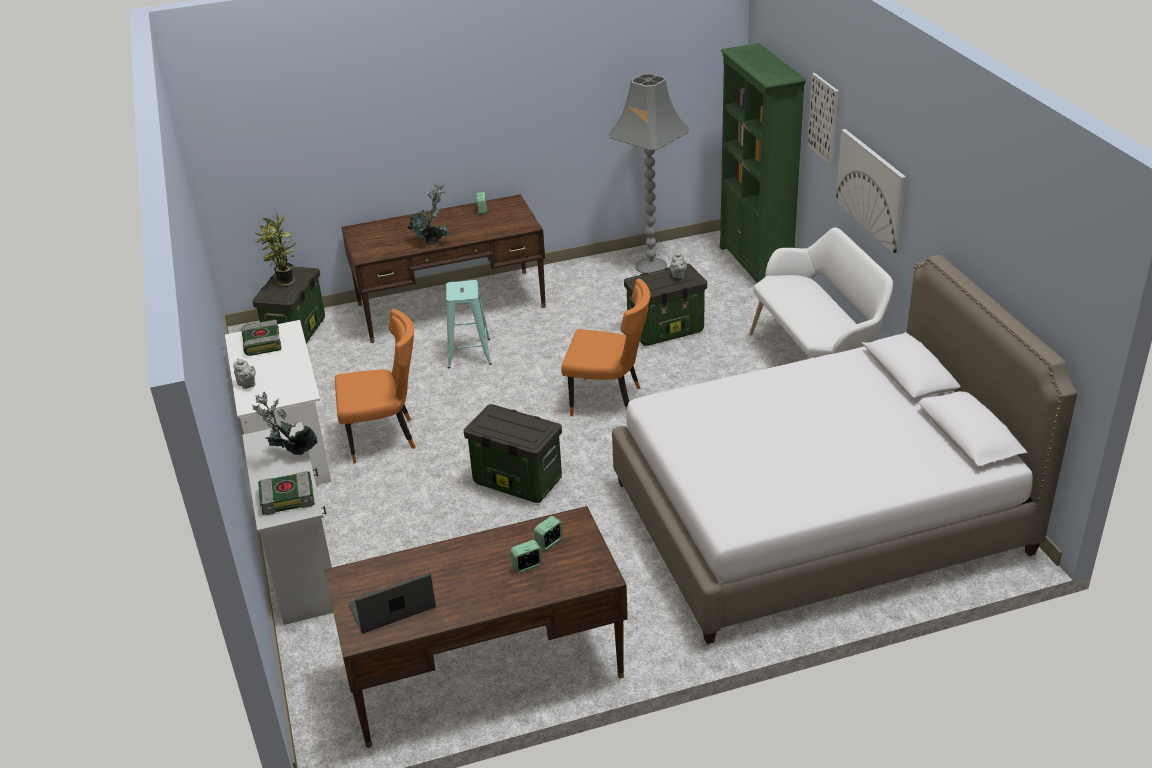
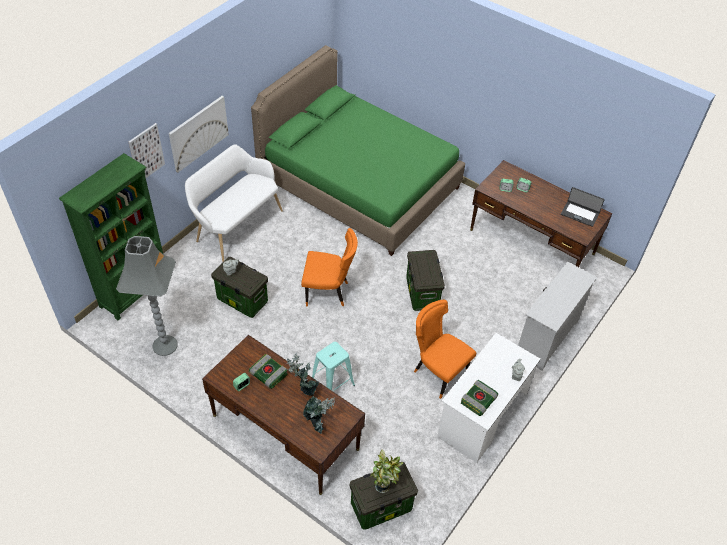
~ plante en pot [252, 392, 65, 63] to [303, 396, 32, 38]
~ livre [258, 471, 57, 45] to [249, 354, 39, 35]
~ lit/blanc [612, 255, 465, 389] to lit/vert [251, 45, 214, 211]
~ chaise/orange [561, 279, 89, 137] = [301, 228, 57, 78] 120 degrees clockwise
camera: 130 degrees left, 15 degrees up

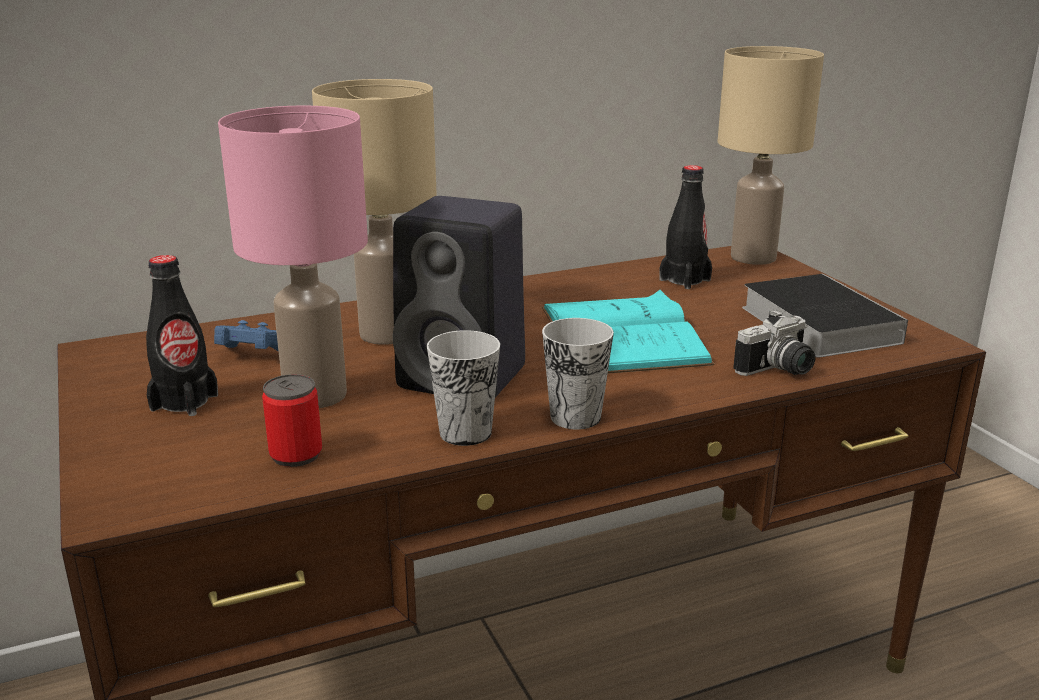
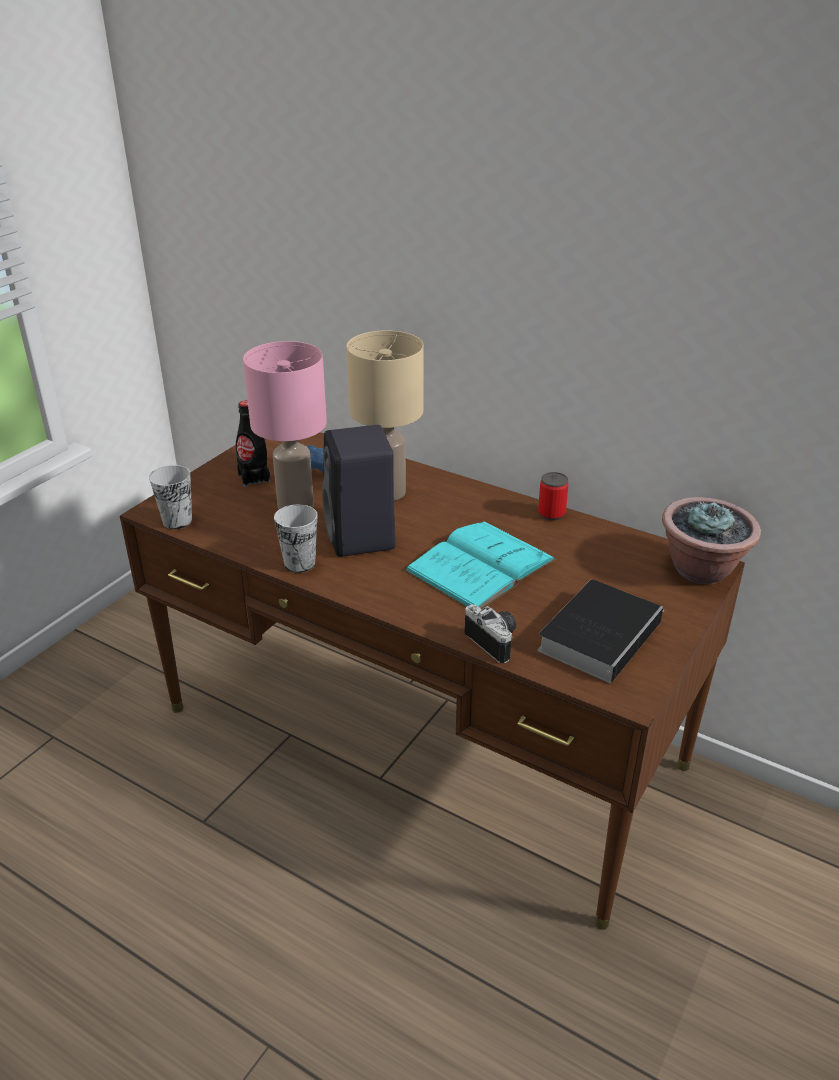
- bouteille/noir [659, 165, 53, 124]
~ boîte métallique [262, 374, 60, 93] to [538, 472, 31, 49]
~ tasse [542, 318, 72, 111] to [149, 465, 43, 64]
~ lampe de table/beige [718, 46, 106, 219] to plante en pot [662, 497, 99, 87]
~ appareil photo [733, 310, 83, 66] = [464, 604, 52, 60] 150 degrees counterclockwise
camera: 55 degrees right, 10 degrees up

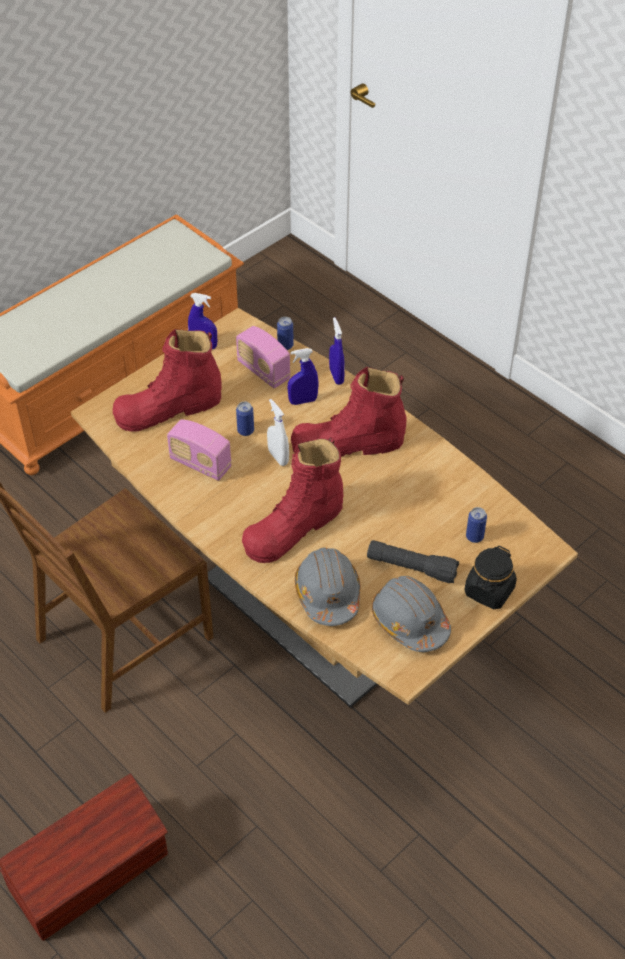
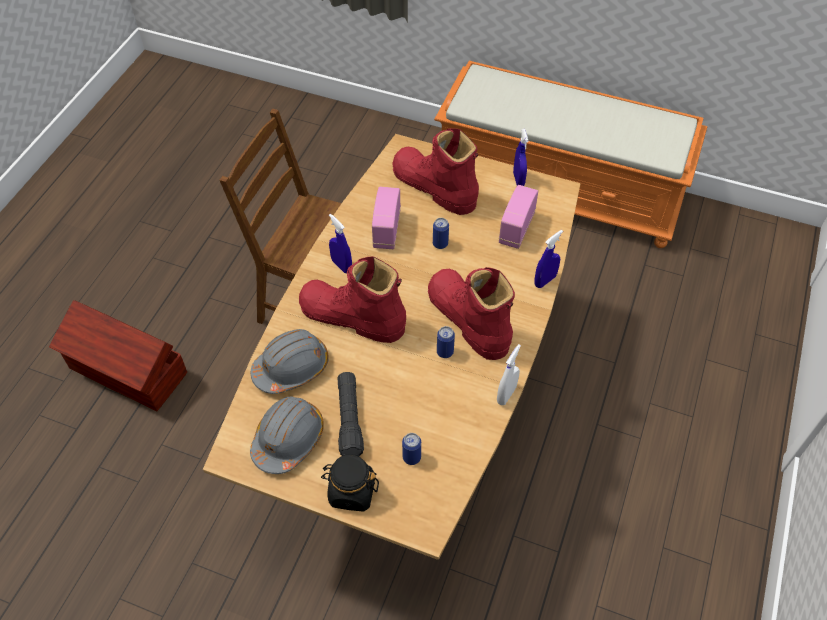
~ vaporisateur/blanc [267, 399, 22, 67] to [497, 344, 24, 61]
~ boîte métallique [277, 317, 17, 33] to [437, 326, 18, 32]
~ vaporisateur/bleu [288, 348, 31, 57] to [329, 214, 23, 59]
camera: 65 degrees right, 5 degrees up

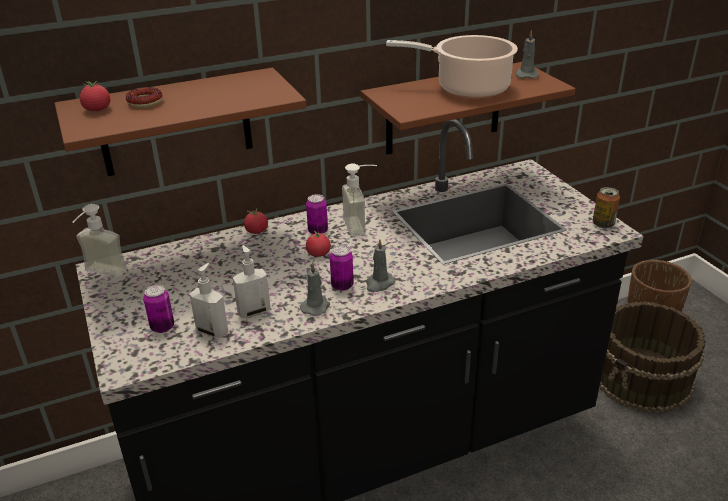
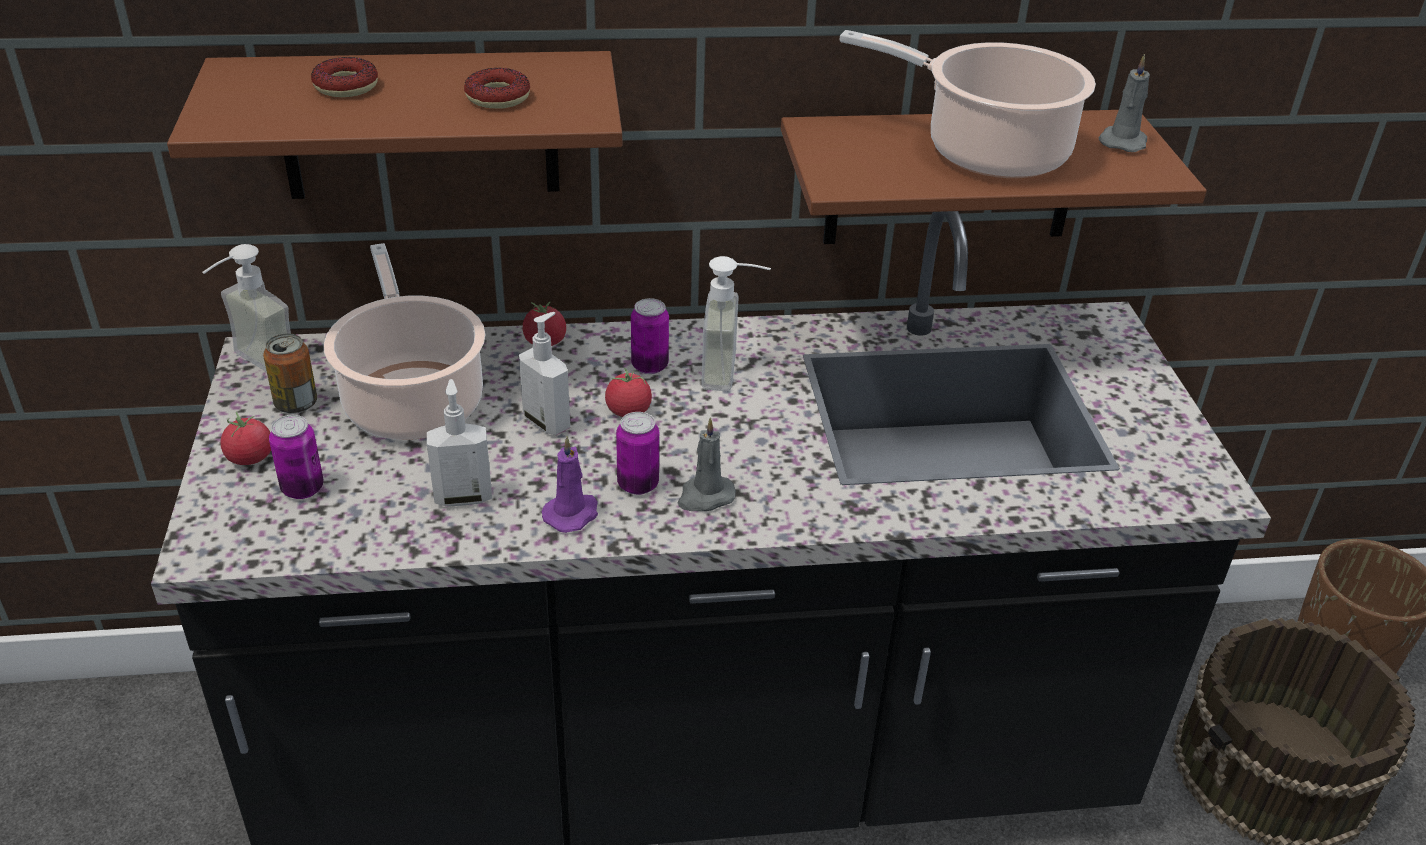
+ marmite [324, 243, 161, 197]
+ beignet [464, 68, 66, 41]
~ tomate [80, 81, 30, 30] to [221, 412, 50, 53]
~ distributeur de savon [190, 263, 38, 75] to [519, 312, 51, 123]
~ boîte métallique [593, 187, 27, 41] to [263, 333, 54, 81]
~ bougie/gris [300, 262, 30, 54] to bougie/violet [541, 436, 57, 97]
camera: 15 degrees right, 5 degrees up

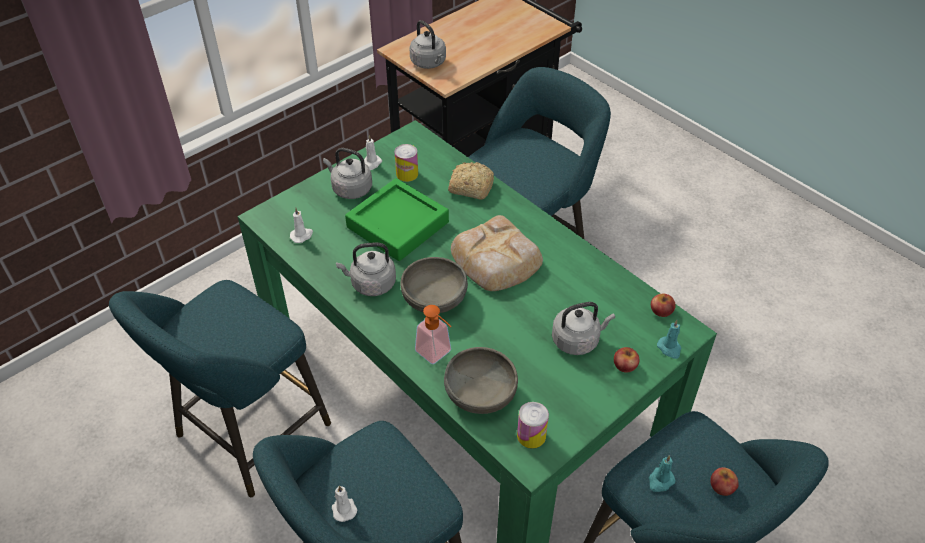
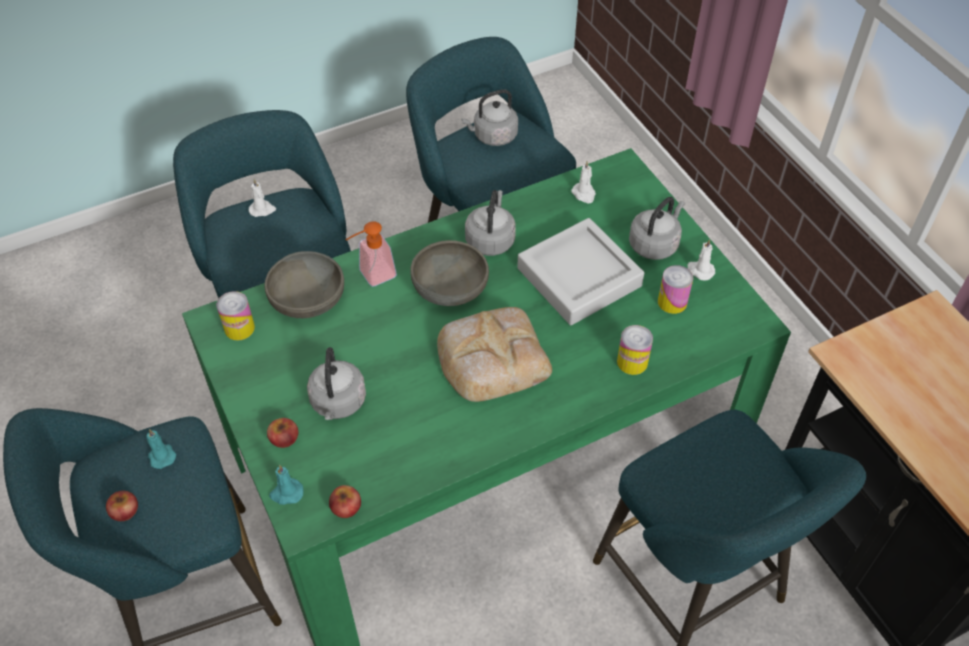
~ bouilloire/gris [409, 20, 37, 49] to [461, 89, 57, 57]
~ pain [448, 162, 46, 38] to boîte métallique [617, 325, 36, 50]
~ plateau/vert [345, 178, 104, 83] to plateau/gris [517, 218, 127, 107]
camera: 105 degrees right, 5 degrees up

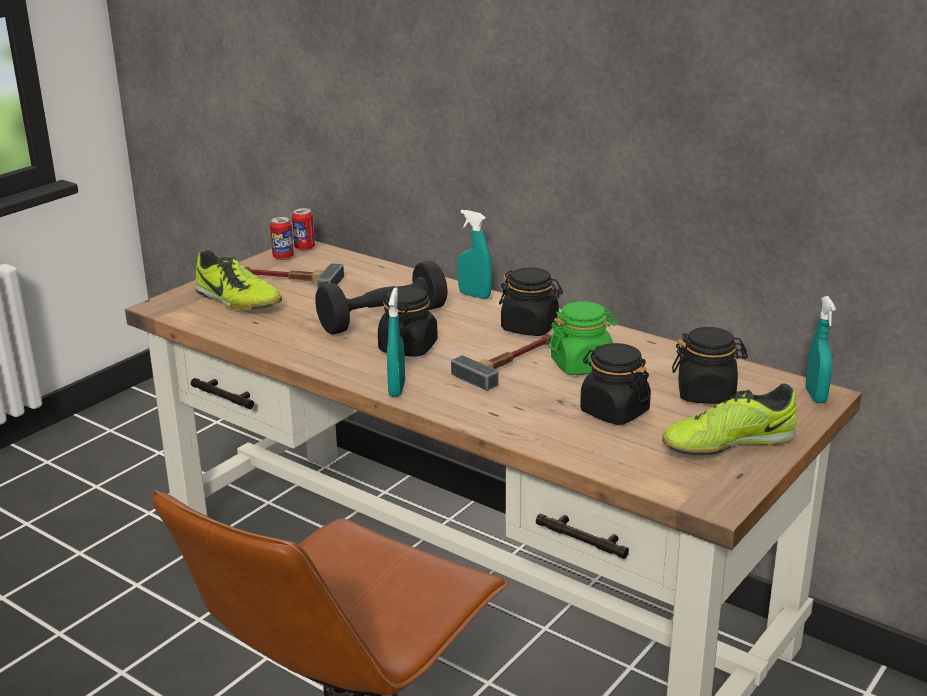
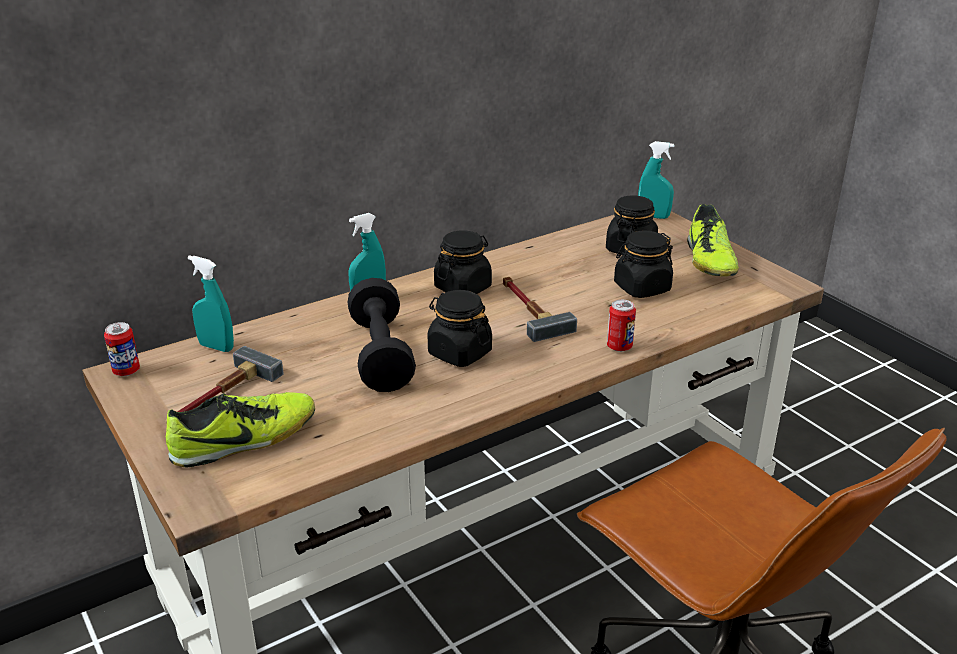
- bocal/vert [549, 301, 69, 74]
~ boîte métallique [270, 217, 24, 43] to [607, 300, 29, 52]
~ vaporisateur/turquoise [387, 287, 18, 110] to [188, 255, 46, 97]
camera: 70 degrees left, 5 degrees up

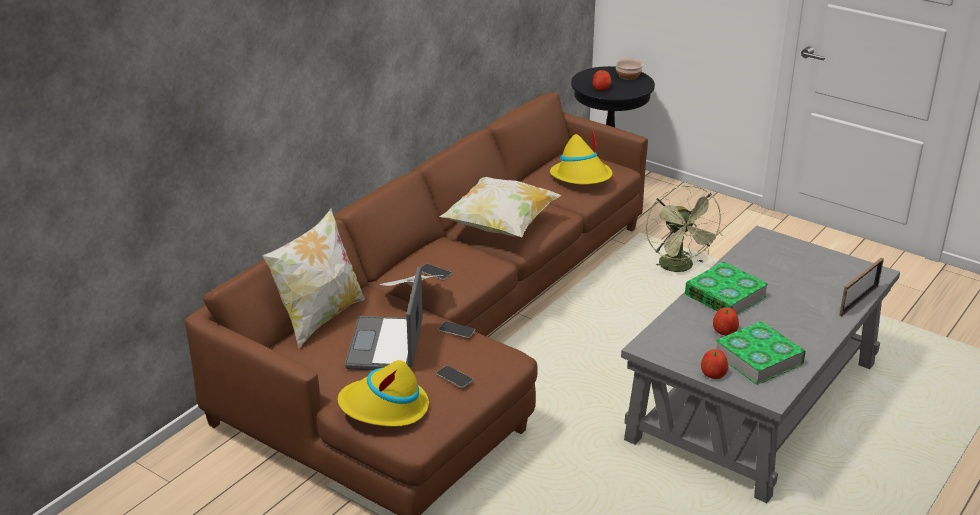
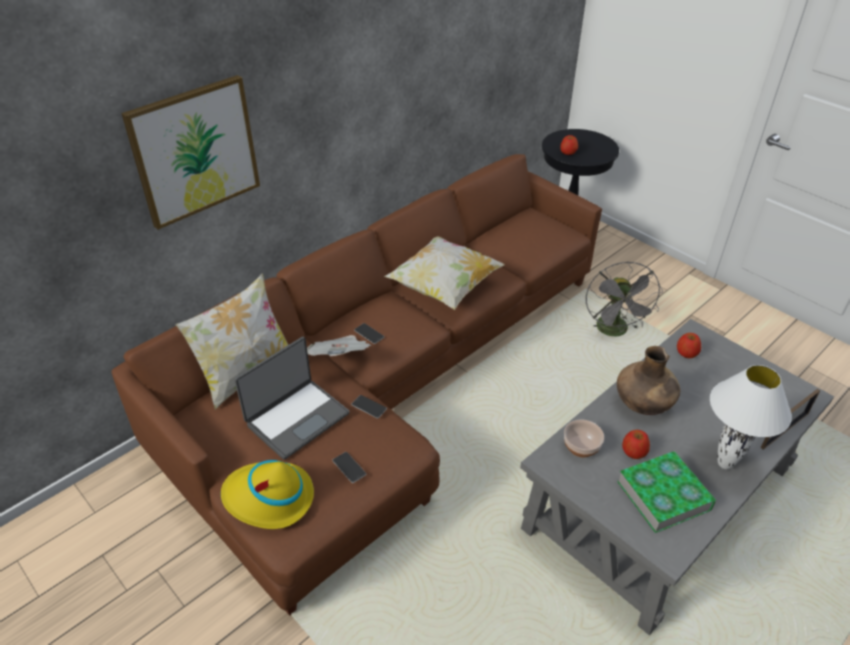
- chapeau/jaune [550, 127, 63, 57]
+ tableau [121, 75, 139, 155]
+ lampe de table/blanc [710, 365, 82, 104]
~ bol [615, 58, 28, 22] to [564, 420, 40, 37]
~ pomme [701, 349, 27, 30] to [677, 333, 24, 25]
~ livre [685, 262, 83, 52] to vase/marron [617, 346, 63, 69]
~ ventilateur/vert [646, 185, 78, 87] to ventilateur/gris [586, 262, 77, 74]
~ ordinateur portable [345, 267, 78, 103] = [234, 337, 116, 123] 150 degrees counterclockwise
camera: 10 degrees right, 10 degrees up

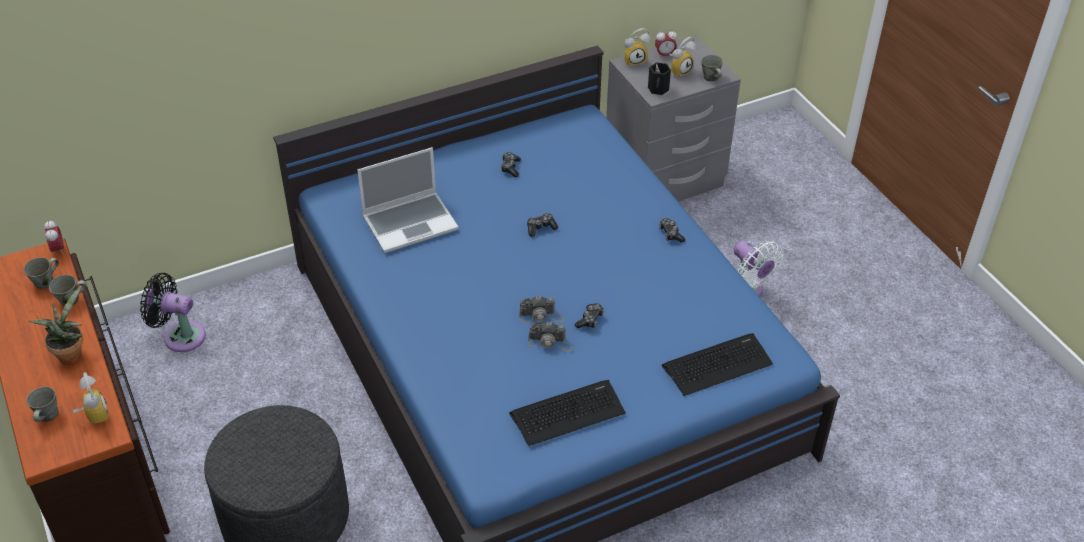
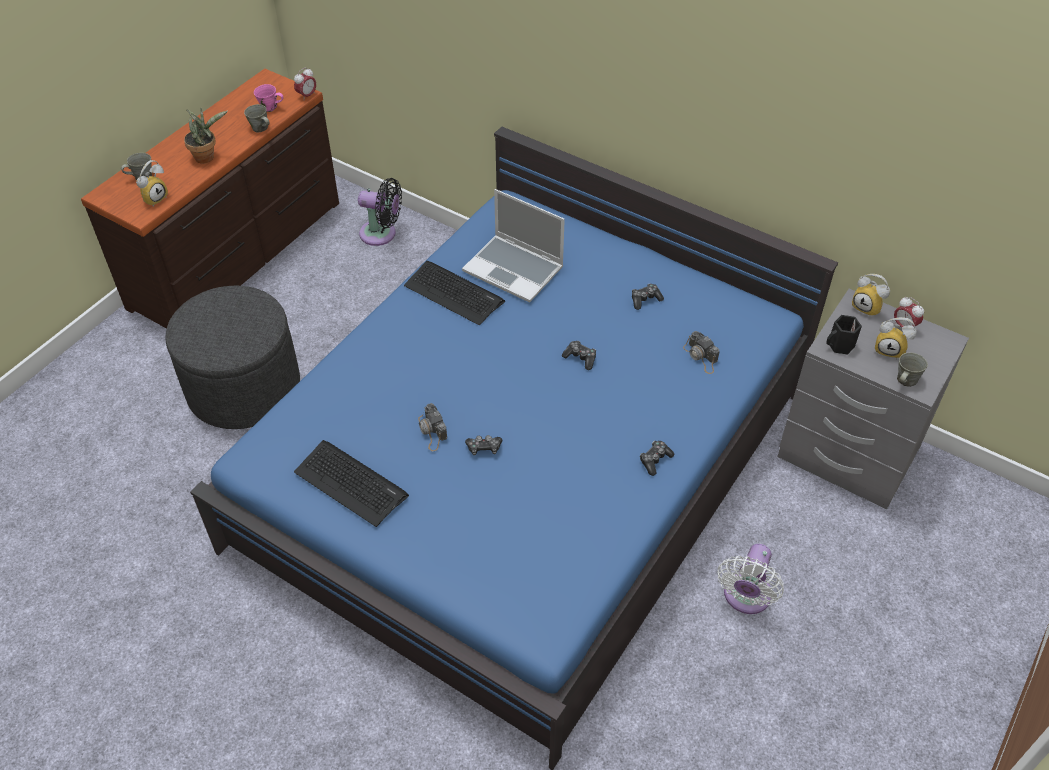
~ appareil photo [519, 296, 45, 26] to [683, 331, 37, 43]
~ clavier [662, 333, 111, 63] to [404, 261, 101, 64]
~ mug/gris [24, 257, 35, 32] to mug/rose [254, 84, 29, 28]
~ ventilateur/noir [140, 273, 66, 79] = [358, 178, 44, 68] 120 degrees clockwise
camera: 60 degrees right, 5 degrees up

